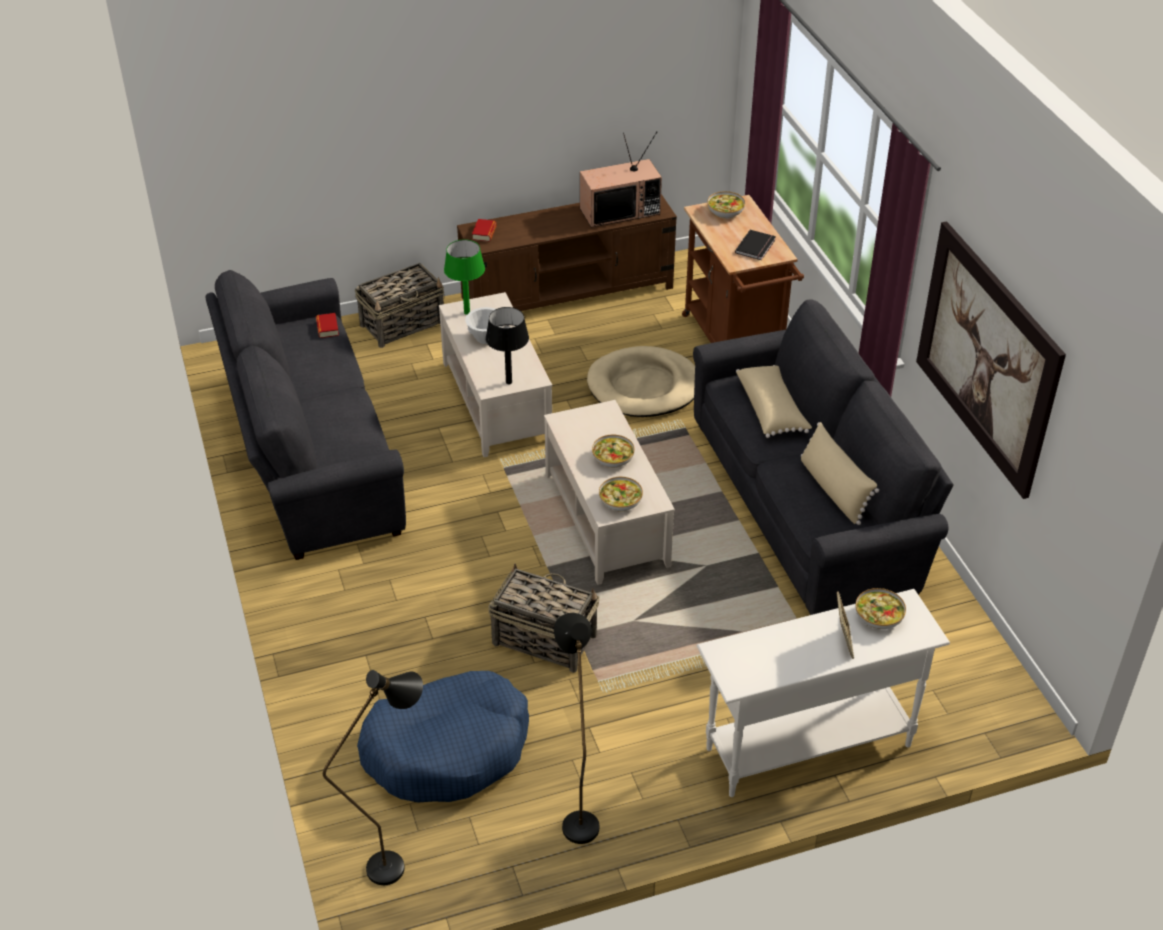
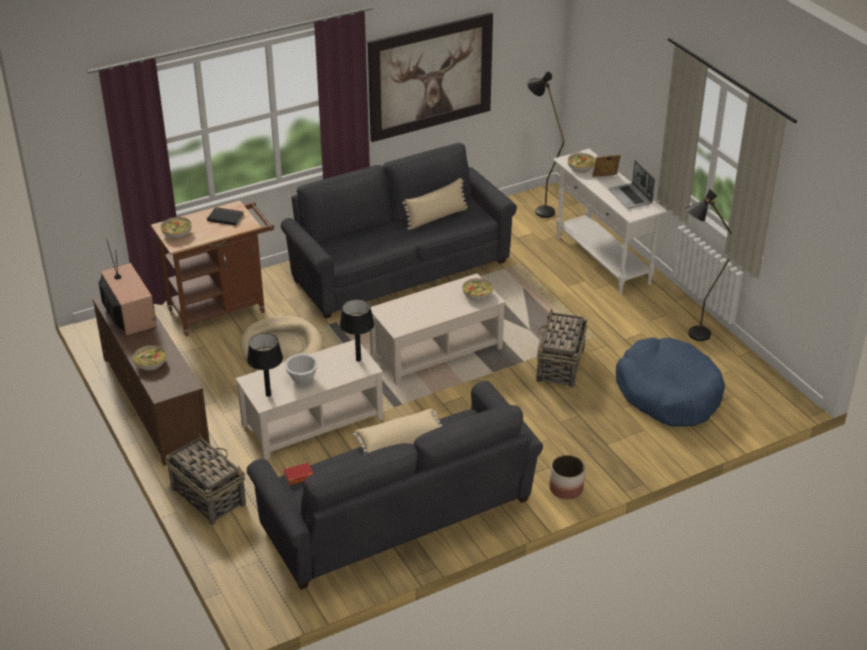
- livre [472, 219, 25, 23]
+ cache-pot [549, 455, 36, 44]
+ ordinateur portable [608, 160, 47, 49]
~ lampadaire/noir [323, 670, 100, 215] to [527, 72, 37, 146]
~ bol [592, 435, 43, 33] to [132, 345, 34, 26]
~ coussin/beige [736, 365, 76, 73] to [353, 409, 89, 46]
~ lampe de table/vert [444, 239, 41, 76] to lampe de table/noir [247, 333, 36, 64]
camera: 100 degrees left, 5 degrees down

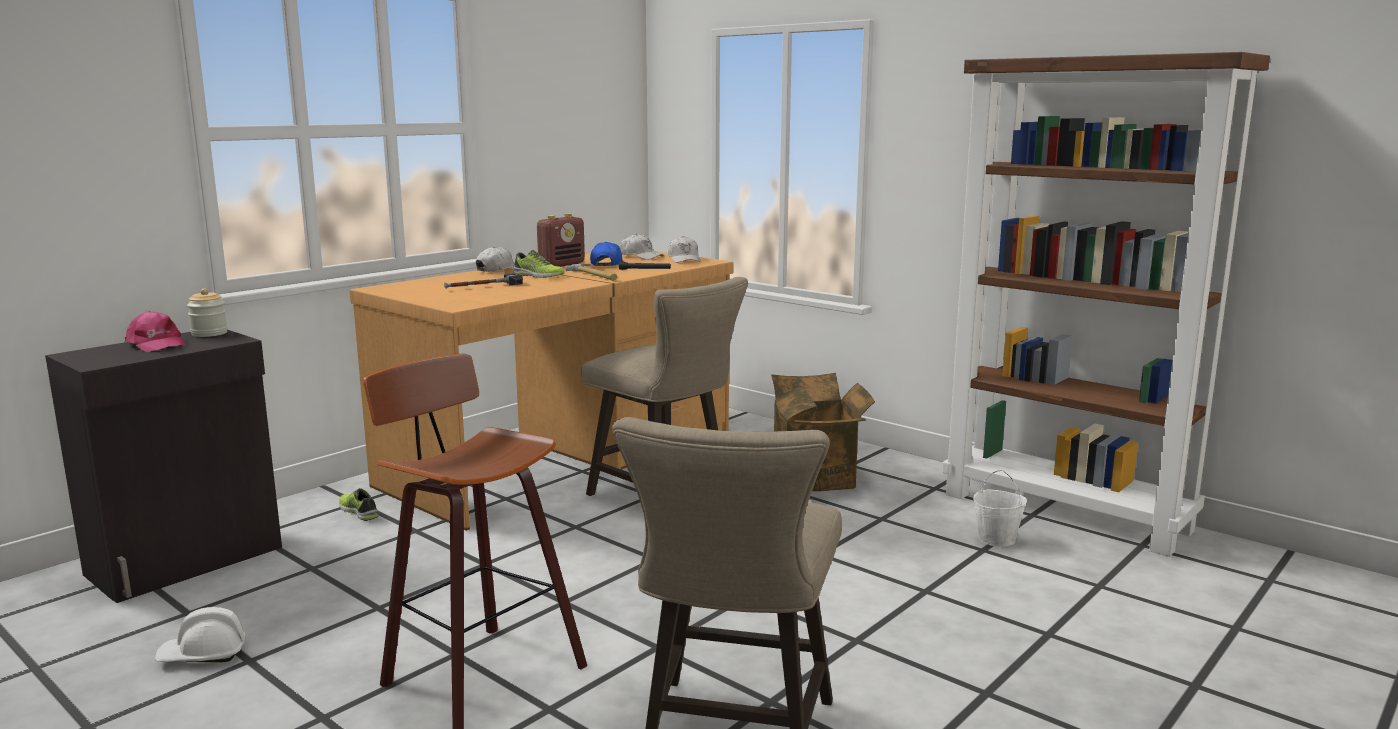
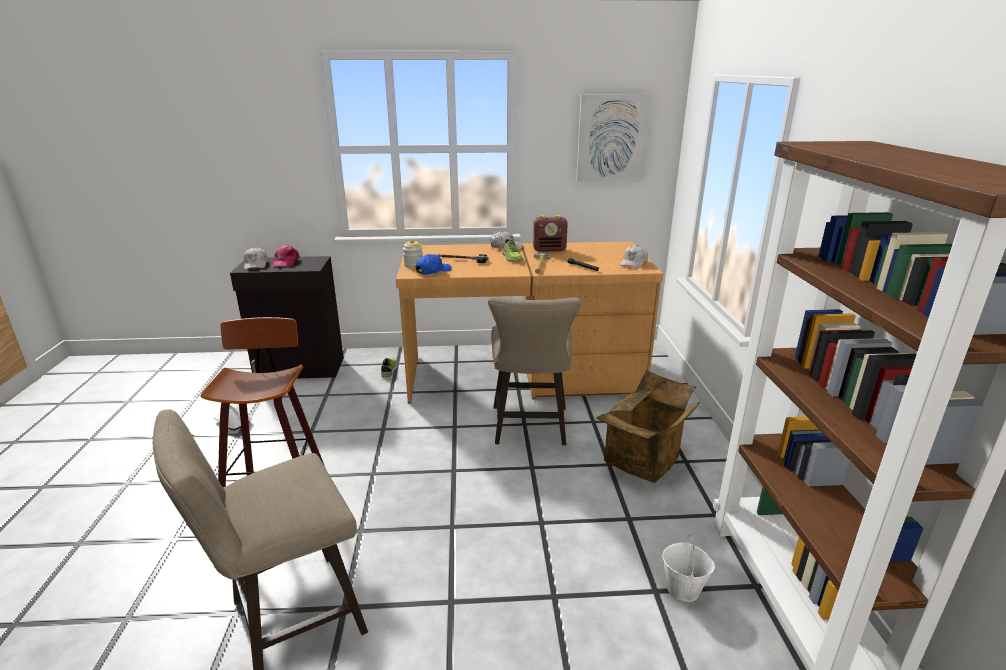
+ tableau [576, 94, 76, 88]
~ bocal [187, 288, 41, 49] to [403, 239, 20, 29]
~ casquette/bleu [590, 242, 34, 24] to [416, 254, 36, 21]
~ casquette/blanc [620, 234, 44, 26] to [244, 247, 24, 22]
camera: 45 degrees right, 10 degrees up

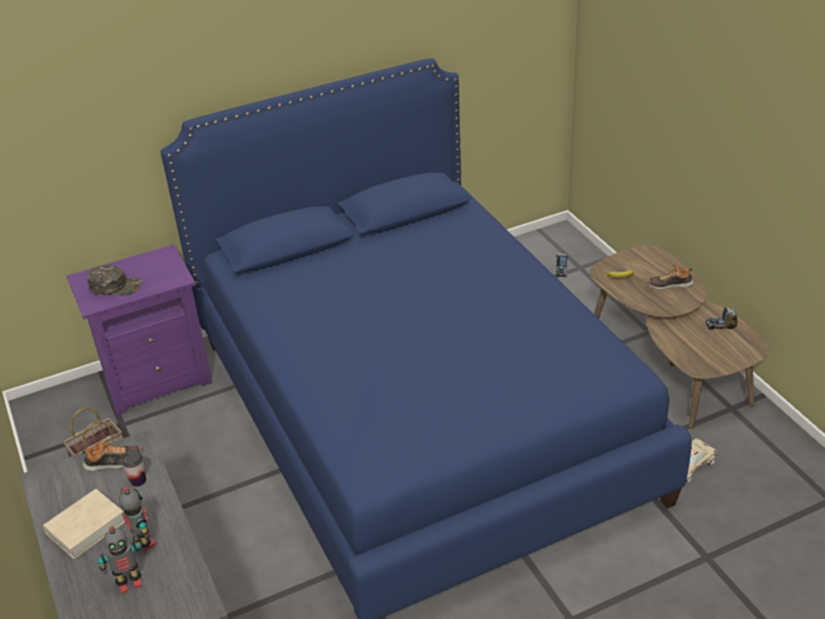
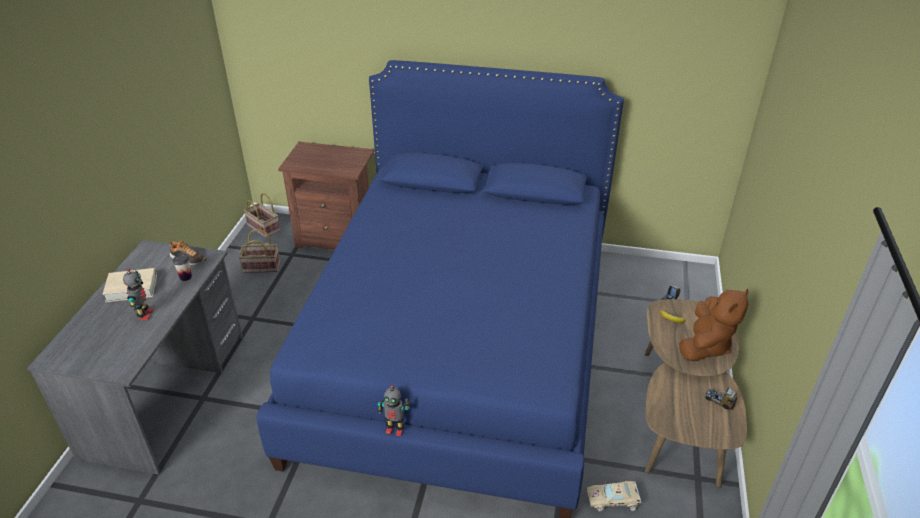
- casquette/vert [87, 265, 56, 31]
+ panier [244, 193, 36, 45]
~ robot jouet [98, 526, 44, 68] to [377, 385, 33, 51]
~ chaussure [648, 265, 46, 25] to peluche/marron [679, 288, 70, 73]
~ table de chevet/violet [67, 244, 146, 171] to table de chevet/marron [278, 142, 97, 108]
camera: 35 degrees right, 0 degrees up

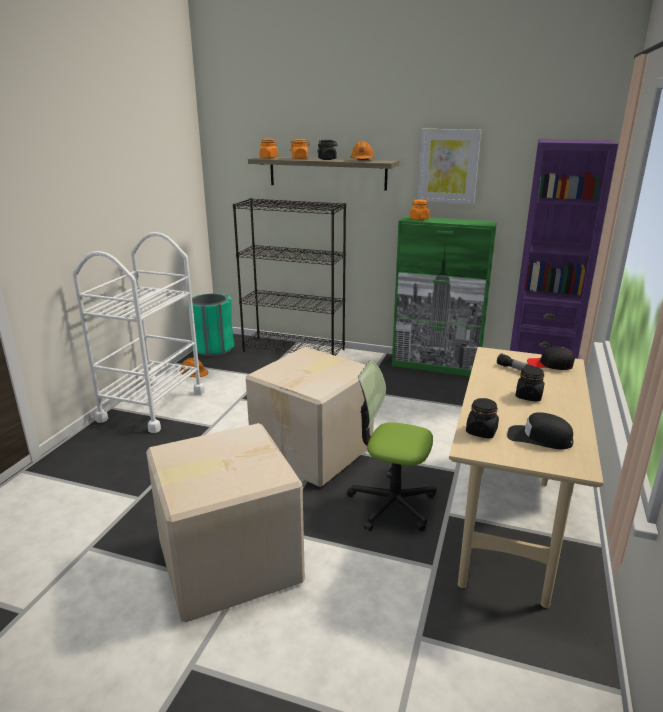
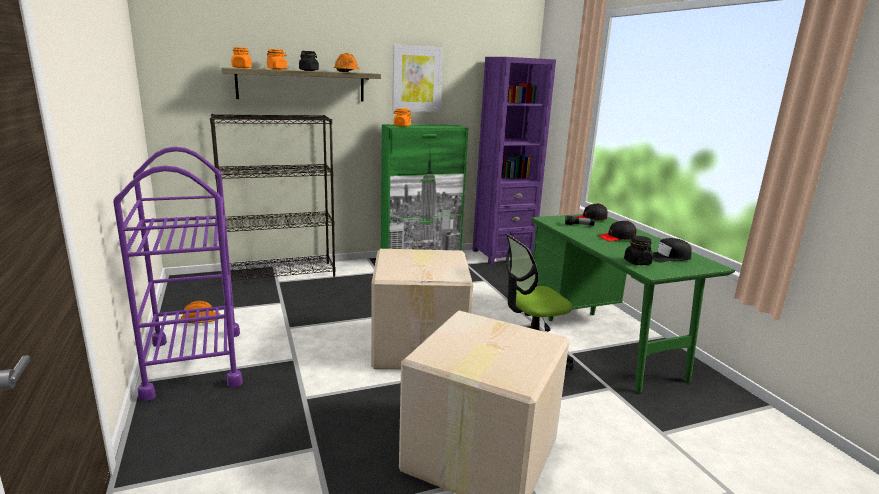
- poubelle/vert [187, 293, 48, 63]
~ bocal/noir [515, 366, 29, 36] to casquette/noir [598, 220, 38, 21]
~ chariot/blanc [73, 232, 132, 201] to chariot/violet [113, 147, 130, 254]
~ bureau/beige [449, 347, 154, 261] to bureau/vert [531, 214, 204, 179]
camera: 40 degrees left, 5 degrees down

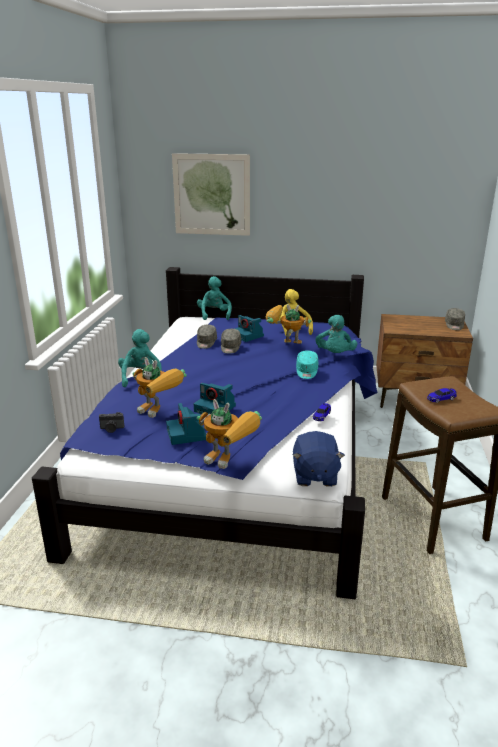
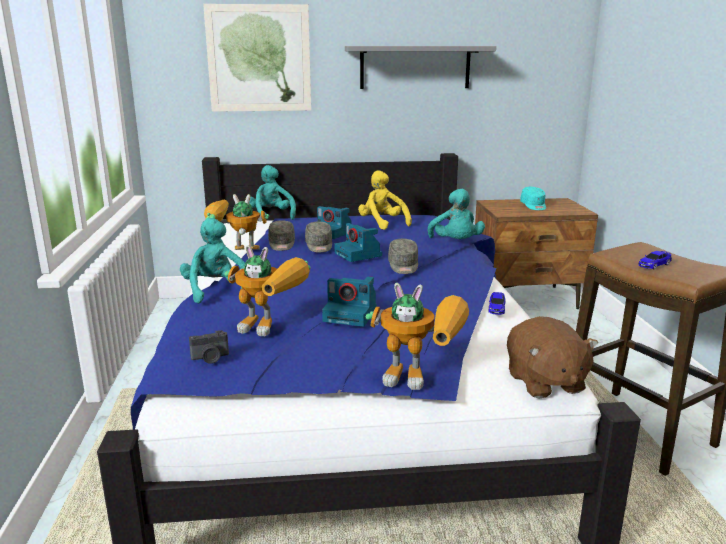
+ étagère/gris [345, 46, 151, 43]
~ appareil photo [166, 403, 40, 42] to [334, 223, 48, 39]
~ robot jouet [266, 304, 45, 40] to [204, 194, 65, 56]
~ casquette/turquoise [296, 350, 22, 29] to [520, 187, 26, 23]
~ casquette/gris [445, 308, 20, 22] to [388, 239, 30, 35]
~ peluche/bleu [293, 431, 52, 56] to peluche/marron [507, 316, 91, 82]
camera: 15 degrees left, 5 degrees down

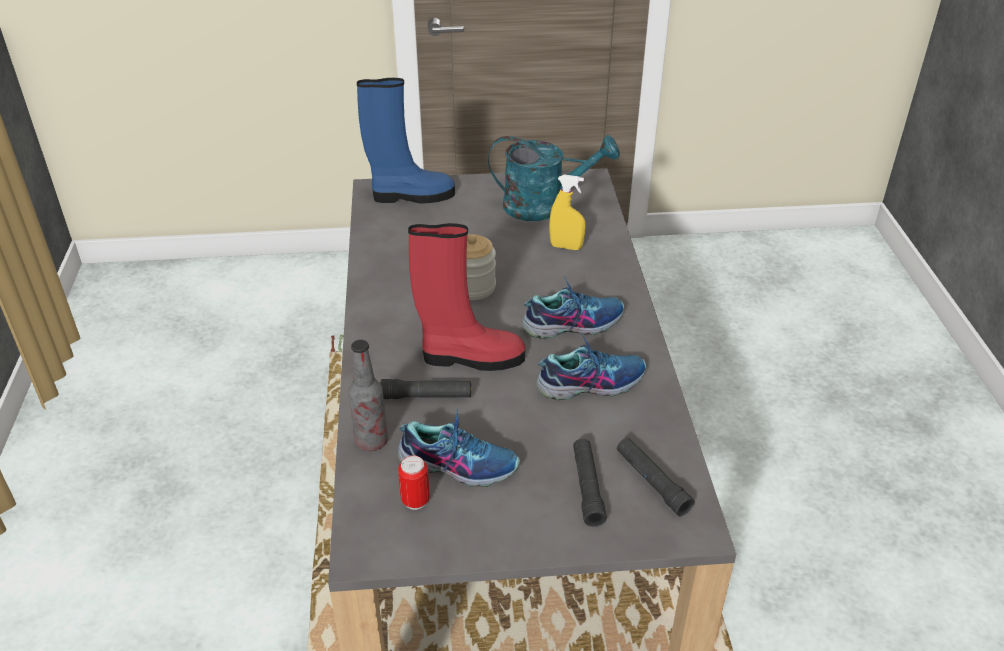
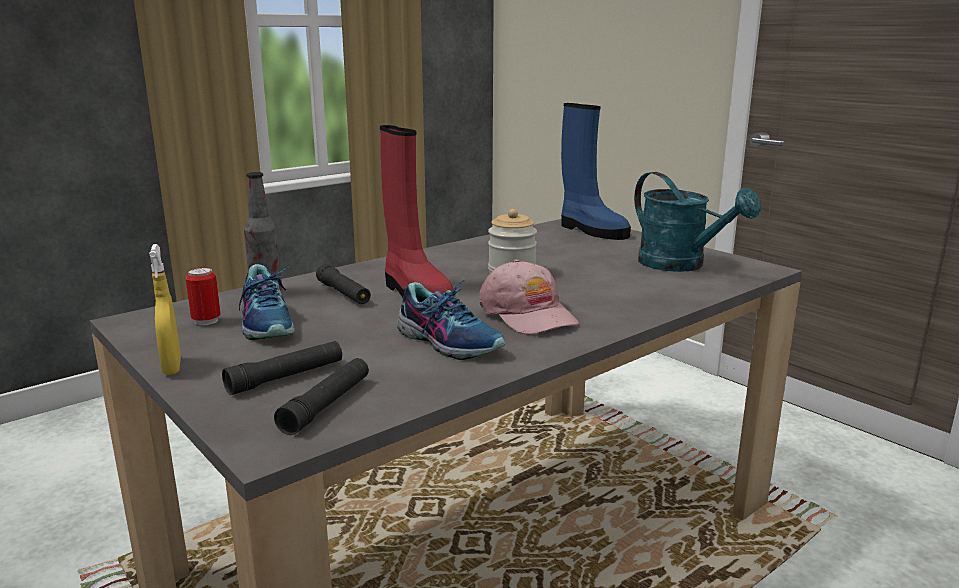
~ vaporisateur/jaune [549, 175, 37, 75] to [149, 244, 32, 131]
~ chaussure [522, 276, 102, 63] to casquette/rose [479, 259, 100, 76]
camera: 55 degrees right, 20 degrees down

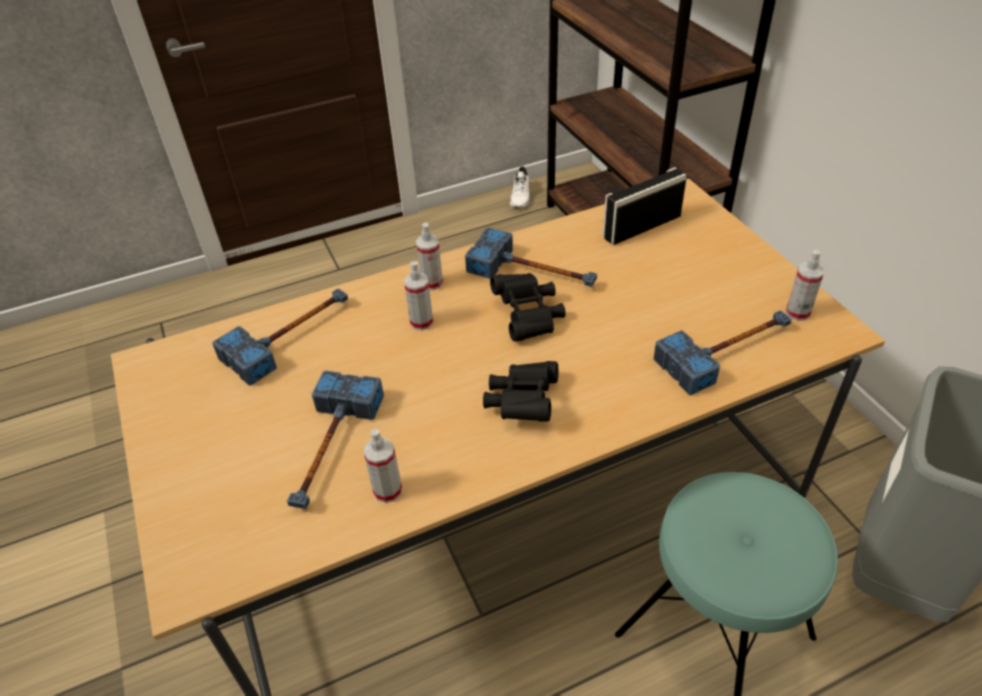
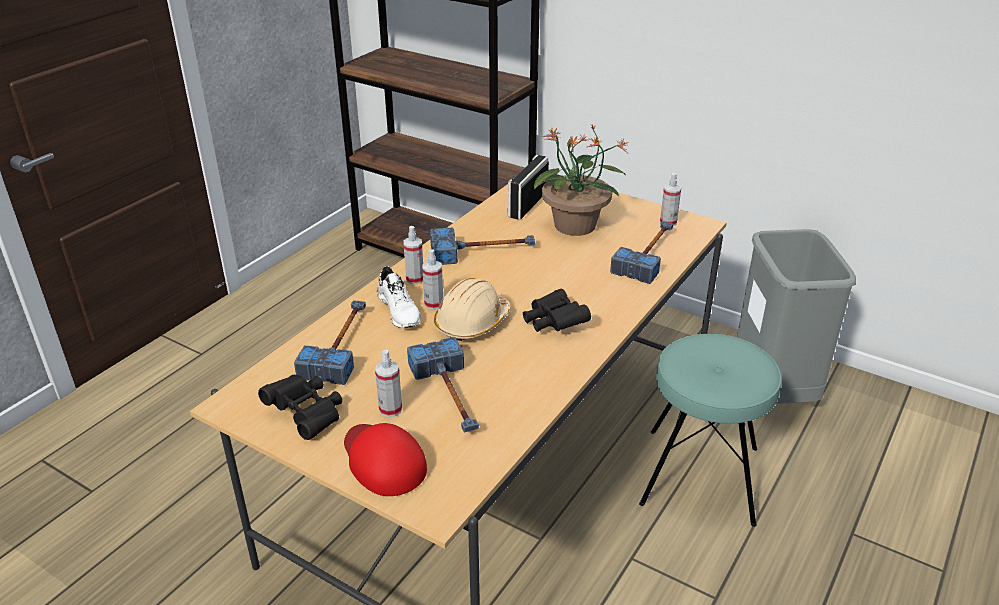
+ casquette/rouge [344, 423, 83, 73]
+ casque de chantier/beige [434, 278, 77, 63]
+ plante en pot [534, 124, 95, 112]
~ vaporisateur [363, 429, 39, 74] to [375, 350, 27, 67]
~ jumelles/noir [490, 273, 76, 69] to [258, 375, 84, 65]
~ chaussure/blanc [510, 166, 20, 42] to [377, 266, 44, 62]
camera: 35 degrees left, 10 degrees down

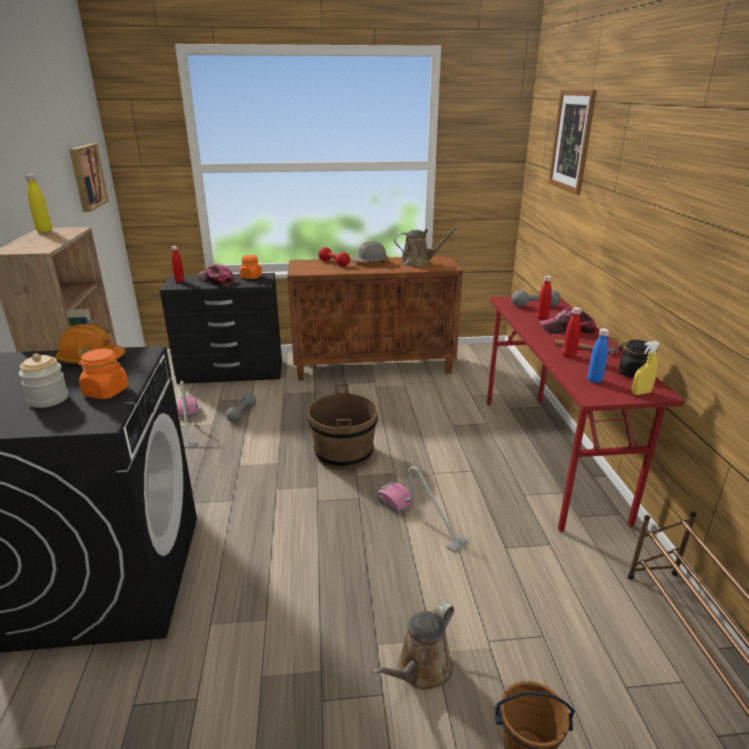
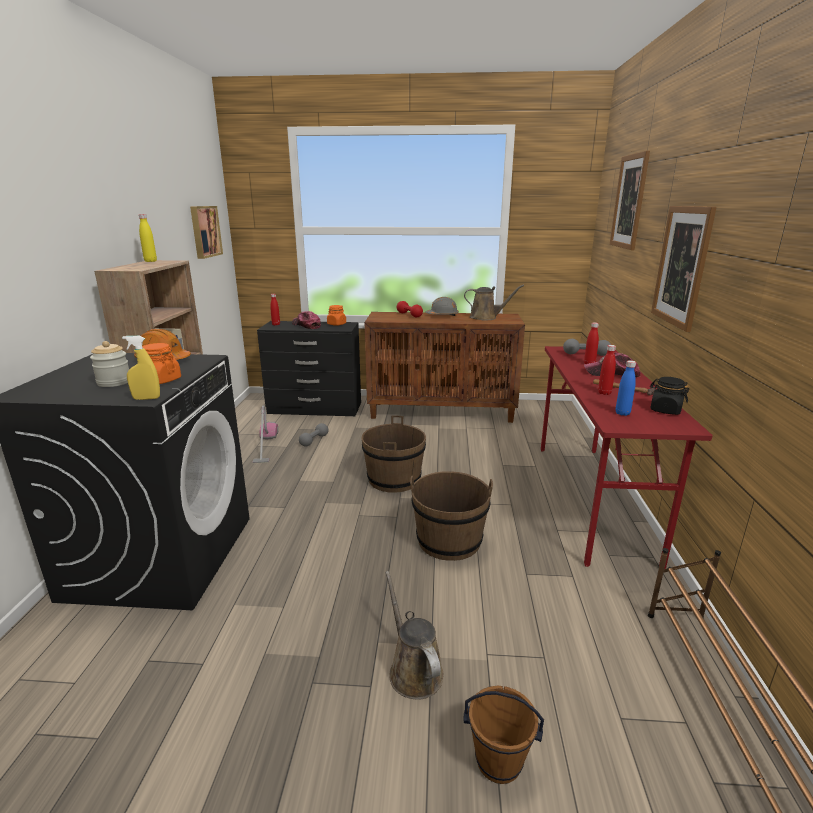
+ tableau [651, 206, 65, 126]
~ vaporisateur/jaune [632, 341, 28, 54] to [122, 336, 38, 64]
~ aspirateur [377, 466, 91, 86] to seau/marron [410, 471, 83, 90]
~ arrosoir/marron [372, 601, 82, 89] = [385, 571, 58, 129] 105 degrees clockwise
camera: 10 degrees right, 5 degrees down

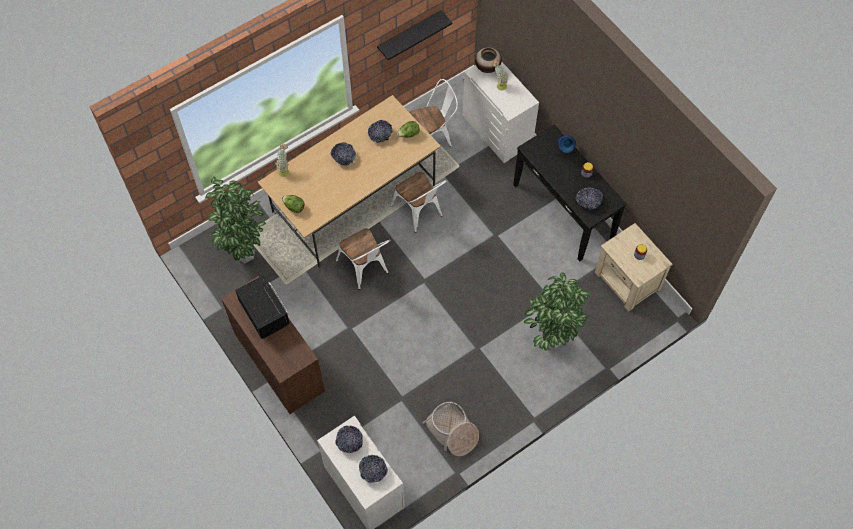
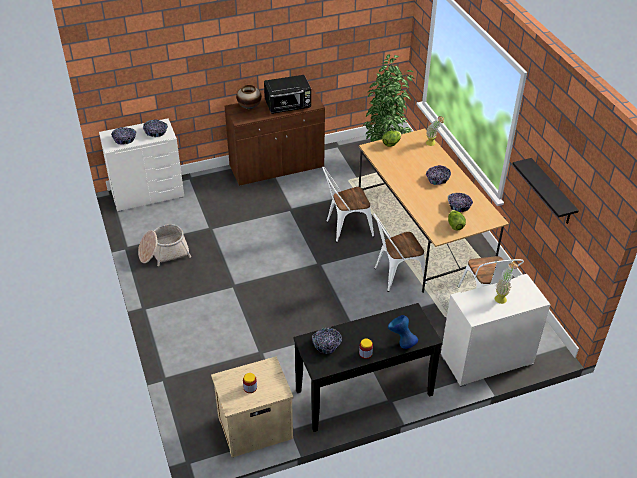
- plante en pot [524, 272, 66, 79]
~ vase [475, 47, 27, 26] to [236, 85, 26, 24]
camera: 105 degrees right, 20 degrees down

